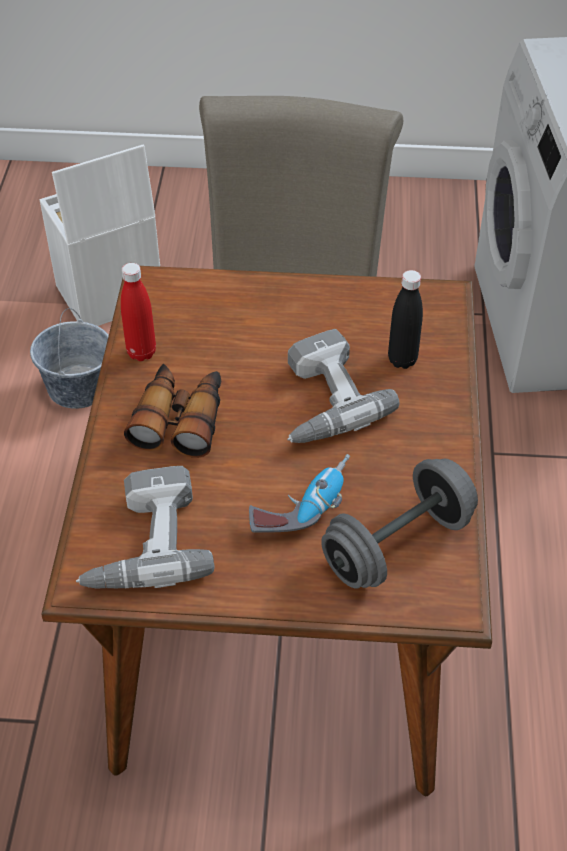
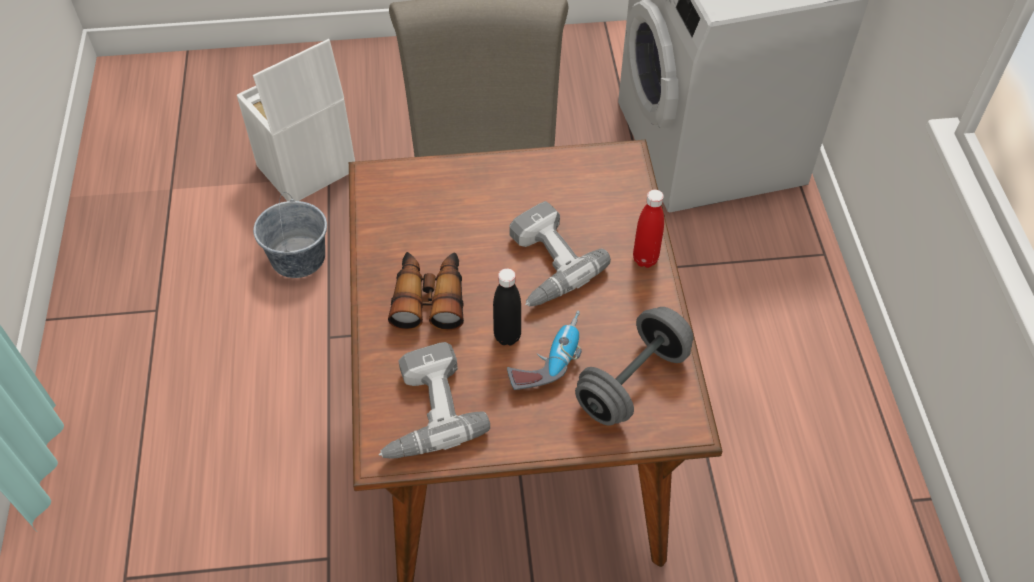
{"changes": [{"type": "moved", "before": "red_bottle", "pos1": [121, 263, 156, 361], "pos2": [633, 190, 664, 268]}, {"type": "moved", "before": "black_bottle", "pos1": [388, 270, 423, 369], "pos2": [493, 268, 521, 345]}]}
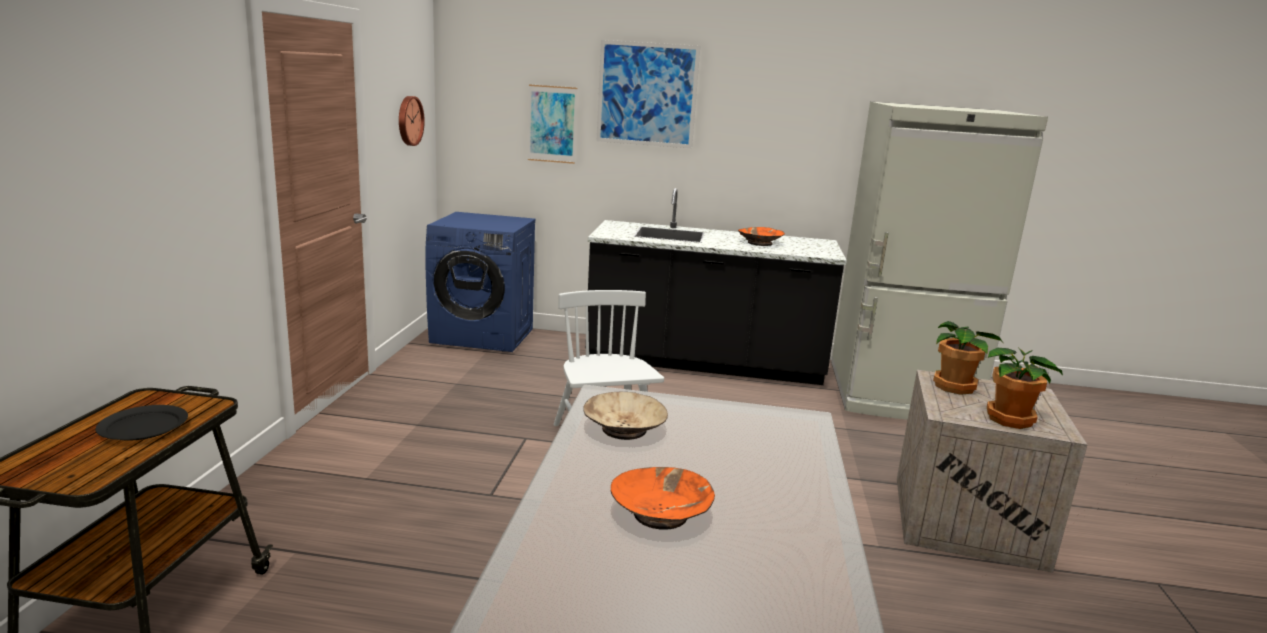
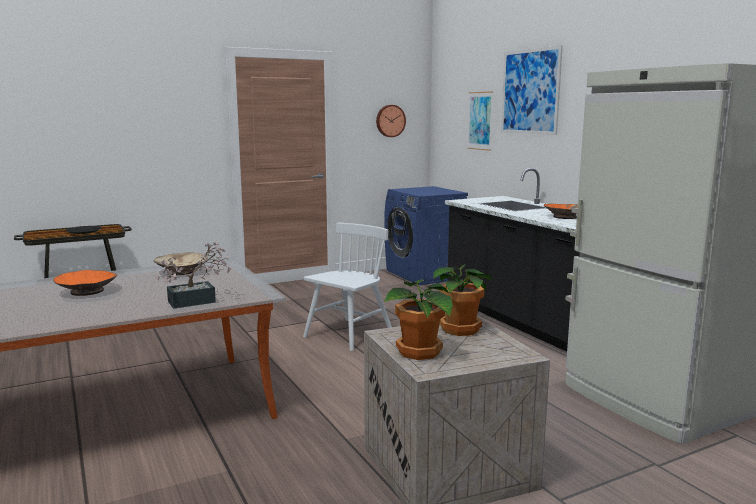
{"changes": [{"type": "added", "after": "potted_plant", "pos2": [155, 242, 231, 309]}]}
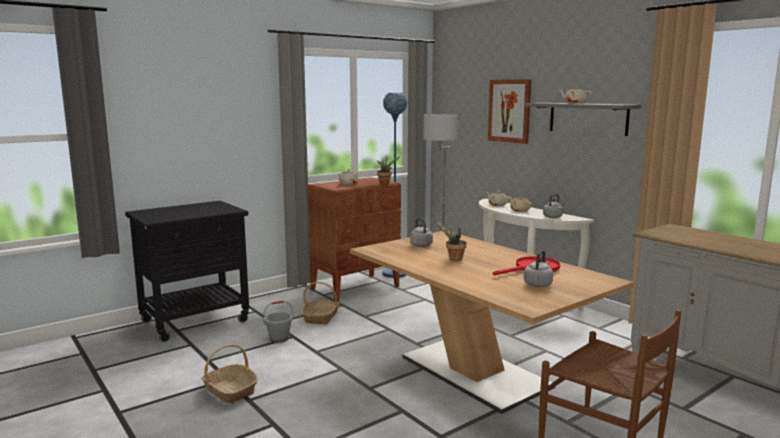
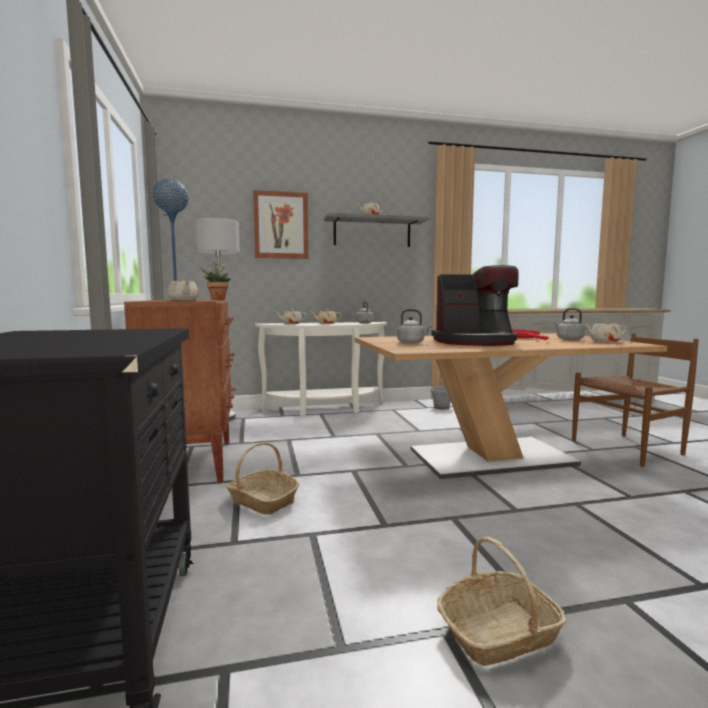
{"changes": [{"type": "added", "after": "beige_teapot", "pos2": [584, 319, 627, 342]}, {"type": "moved", "before": "grey_bucket", "pos1": [263, 300, 293, 343], "pos2": [431, 376, 451, 409]}, {"type": "replaced", "before": "potted_plant", "after": "coffee_machine", "pos1": [434, 220, 467, 261], "pos2": [431, 265, 519, 346]}]}
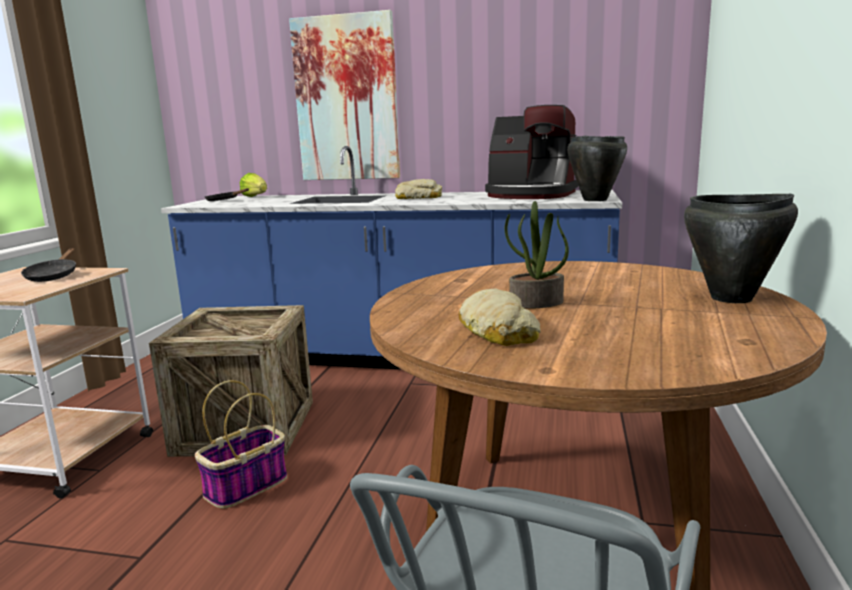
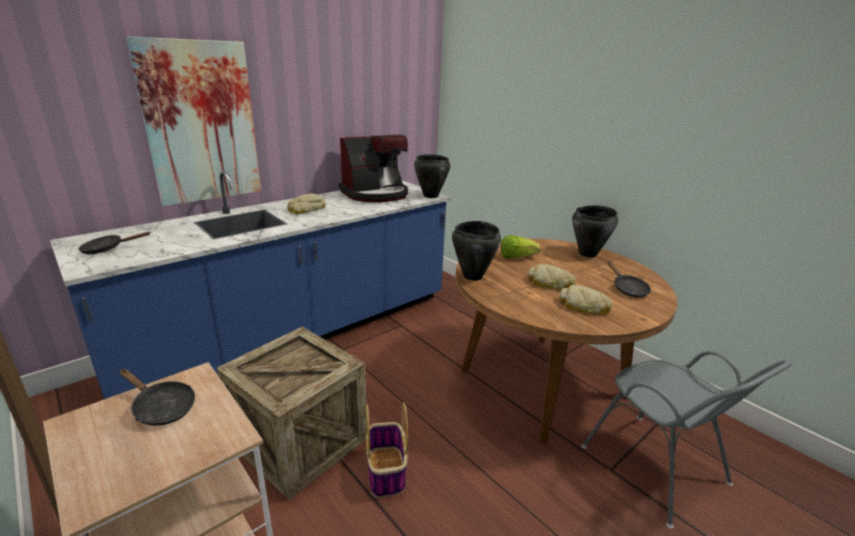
{"changes": [{"type": "added", "after": "black_cooking_pot", "pos2": [452, 221, 501, 281]}, {"type": "added", "after": "black_frying_pan", "pos2": [607, 262, 651, 298]}, {"type": "moved", "before": "lettuce", "pos1": [240, 173, 267, 197], "pos2": [501, 235, 541, 259]}, {"type": "replaced", "before": "potted_plant", "after": "bread", "pos1": [505, 201, 569, 309], "pos2": [528, 264, 575, 289]}]}
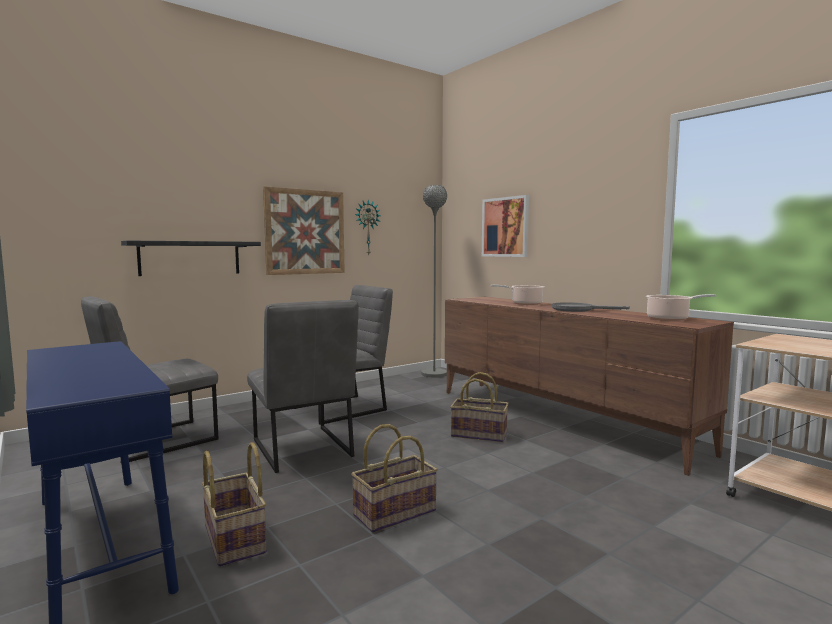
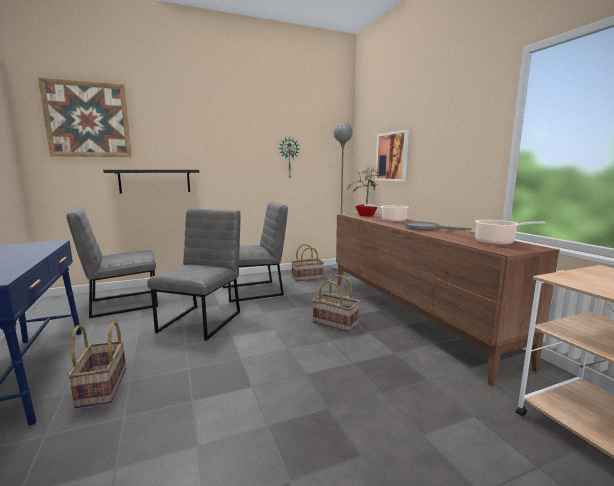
{"changes": [{"type": "added", "after": "potted_plant", "pos2": [347, 166, 383, 217]}, {"type": "moved", "before": "picture", "pos1": [263, 186, 345, 275], "pos2": [38, 78, 132, 157]}, {"type": "moved", "before": "basket", "pos1": [351, 424, 438, 533], "pos2": [291, 244, 324, 282]}, {"type": "turned", "before": "grey_chair", "pos1": [247, 300, 359, 473], "pos2": [147, 209, 240, 341], "turn": -150}]}
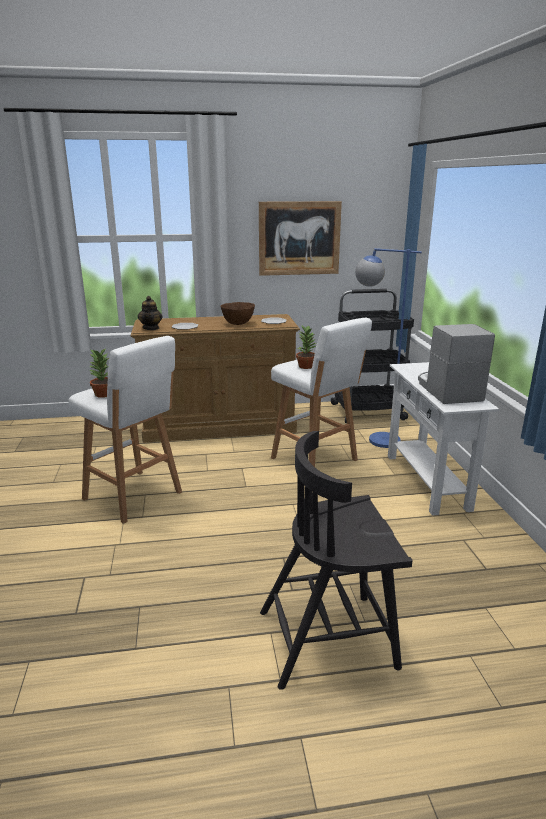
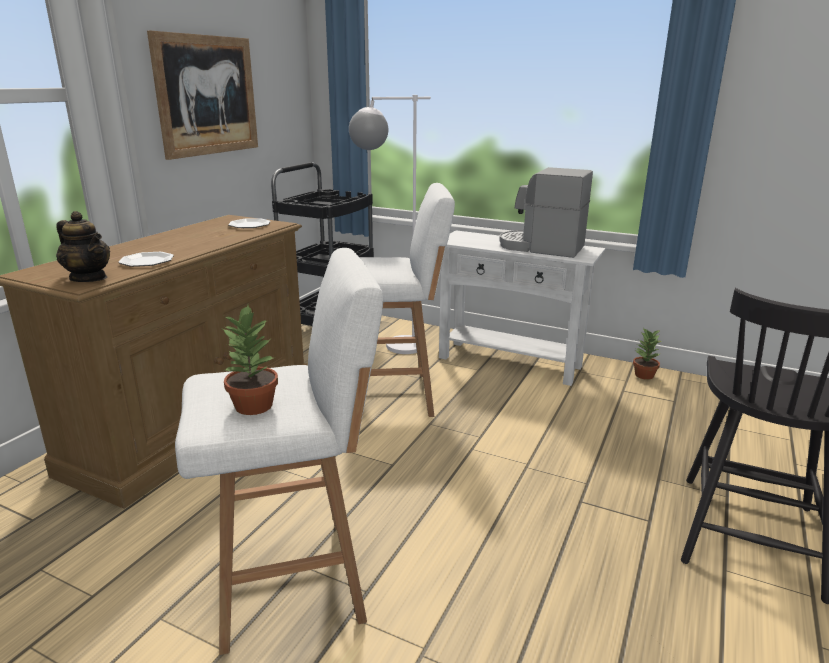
{"changes": [{"type": "removed", "before": "brown_bowl", "pos1": [220, 302, 255, 325]}, {"type": "moved", "before": "potted_plant", "pos1": [296, 325, 316, 369], "pos2": [633, 328, 662, 380]}, {"type": "recoloured", "before": "blue_floor_lamp", "after": "white_floor_lamp", "pos1": [355, 248, 422, 448], "pos2": [349, 95, 431, 354]}]}
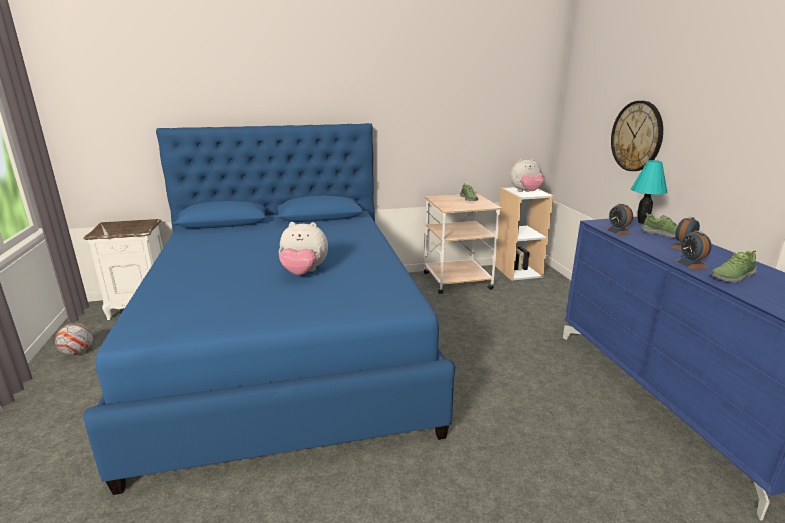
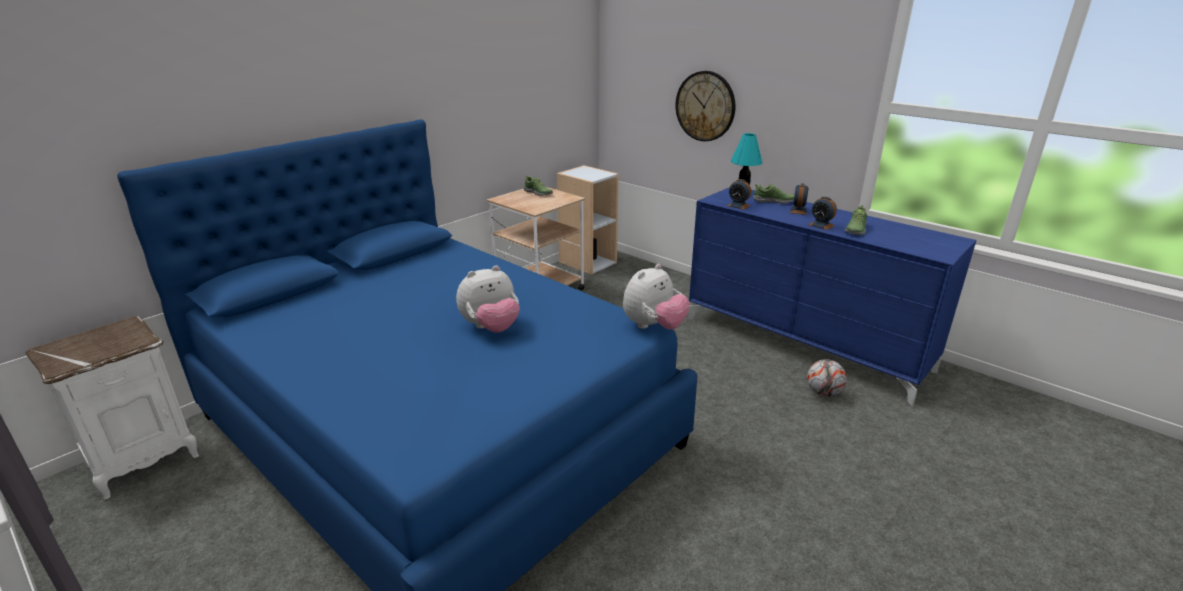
{"changes": [{"type": "moved", "before": "football", "pos1": [55, 323, 93, 355], "pos2": [807, 359, 847, 397]}, {"type": "moved", "before": "plush_toy", "pos1": [510, 158, 544, 192], "pos2": [623, 264, 690, 330]}]}
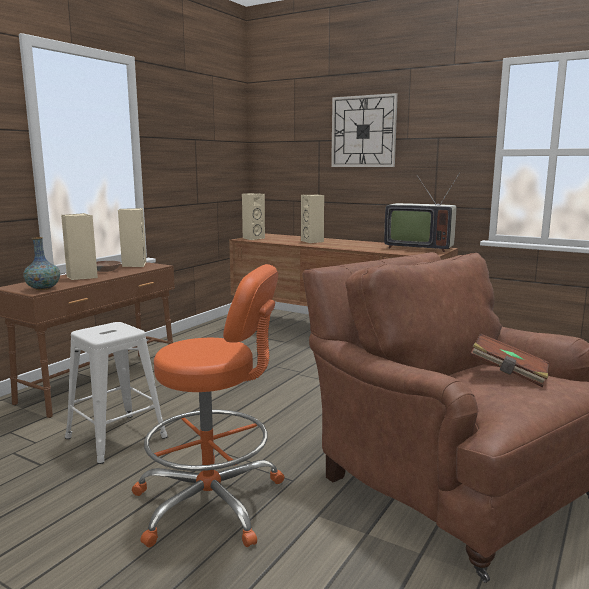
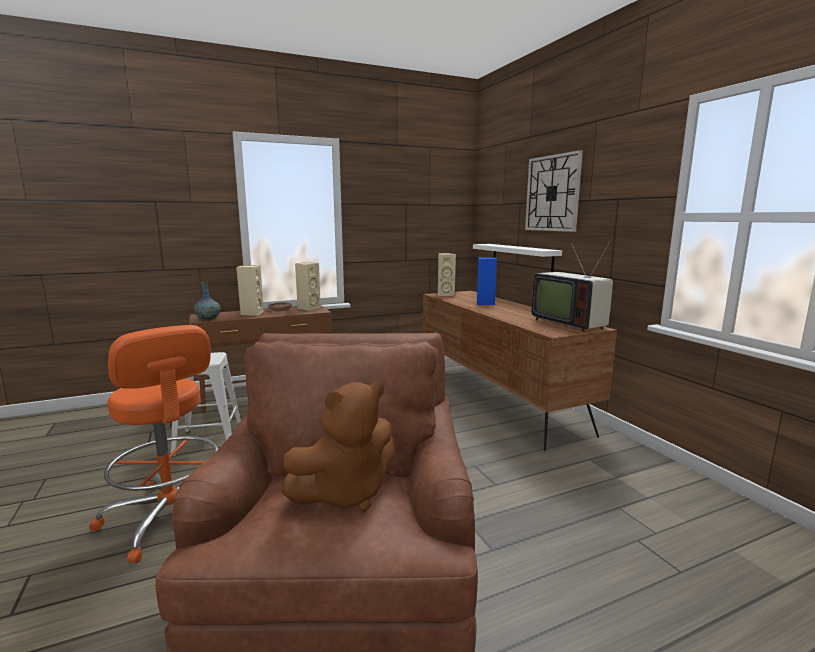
{"changes": [{"type": "added", "after": "white_shelf", "pos2": [473, 244, 562, 272]}, {"type": "replaced", "before": "brown_book", "after": "brown_plush_toy", "pos1": [470, 333, 549, 387], "pos2": [281, 382, 395, 512]}, {"type": "recoloured", "before": "beige_speaker", "after": "blue_speaker", "pos1": [301, 195, 324, 243], "pos2": [477, 257, 497, 305]}]}
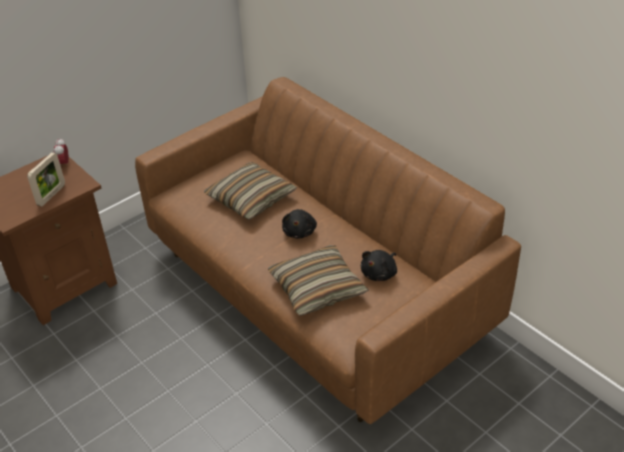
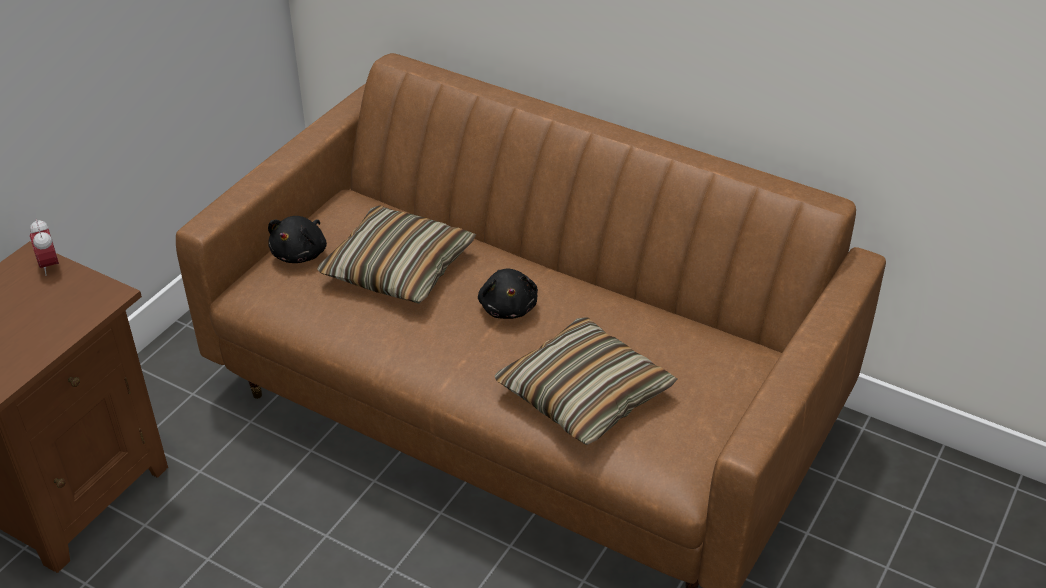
{"changes": [{"type": "removed", "before": "picture_frame", "pos1": [27, 153, 65, 206]}, {"type": "moved", "before": "black_plush_toy", "pos1": [361, 250, 397, 281], "pos2": [268, 216, 327, 263]}]}
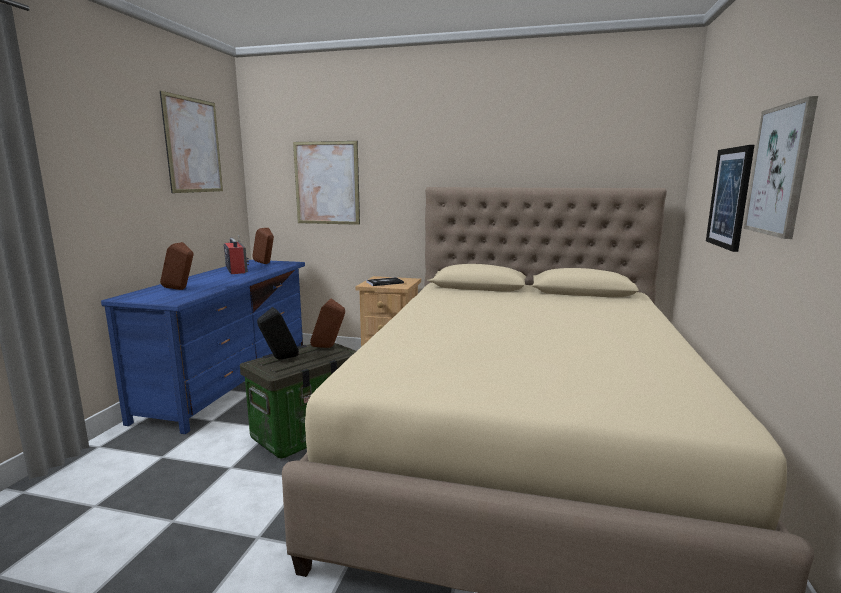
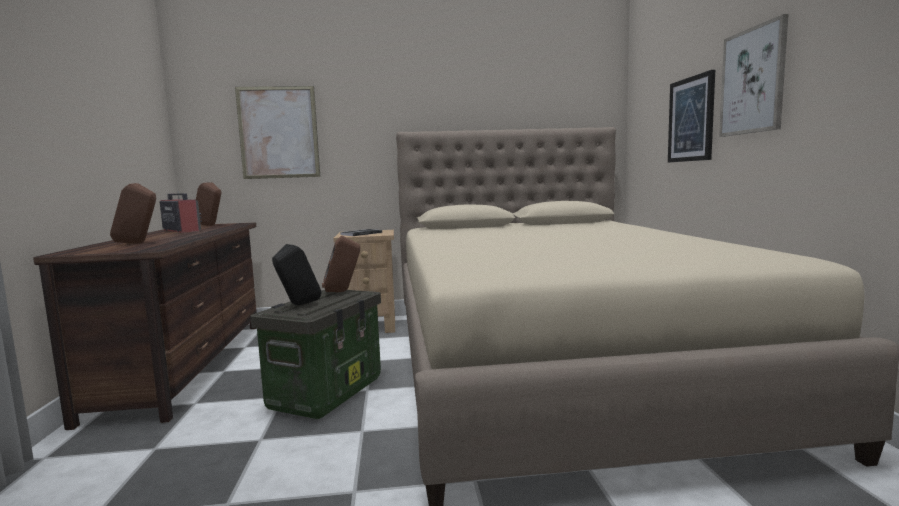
{"changes": [{"type": "removed", "before": "picture", "pos1": [160, 91, 223, 193]}, {"type": "recoloured", "before": "blue_dresser", "after": "brown_dresser", "pos1": [101, 260, 305, 434], "pos2": [33, 222, 257, 430]}]}
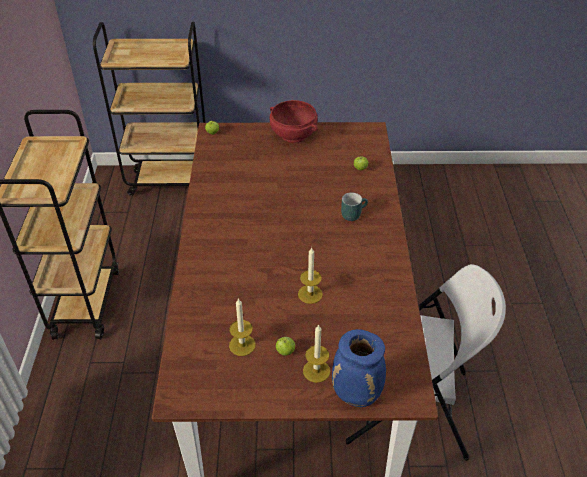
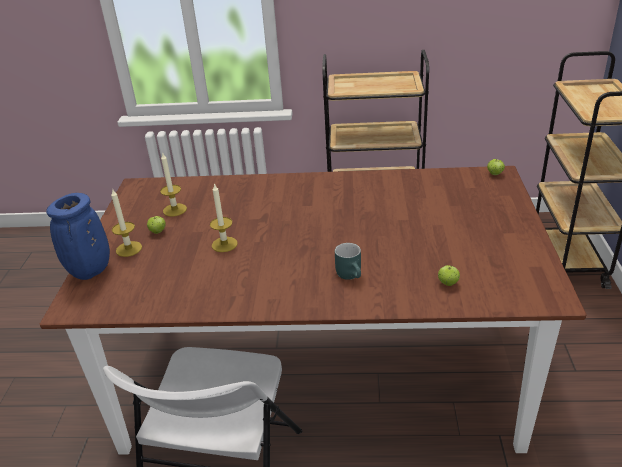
{"changes": [{"type": "removed", "before": "red_bowl", "pos1": [270, 100, 318, 143]}]}
